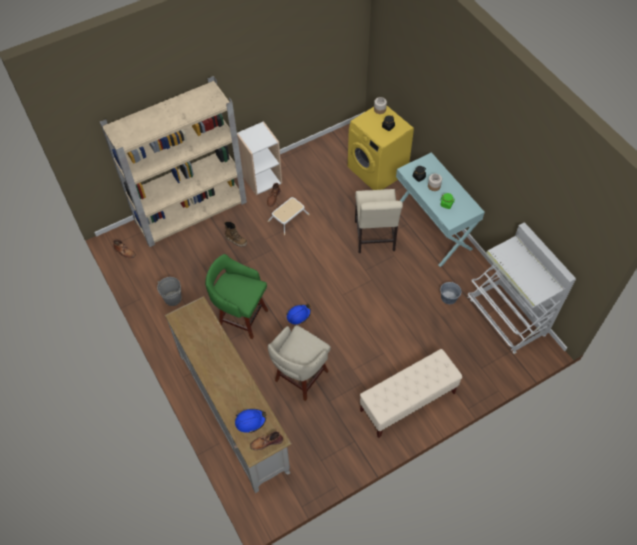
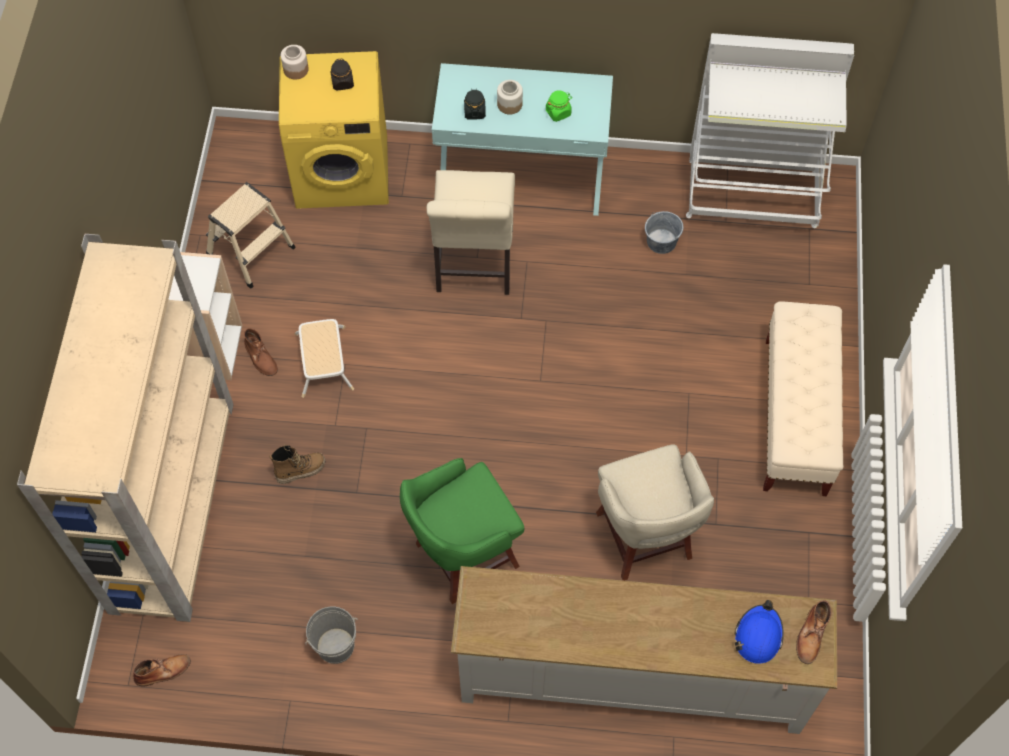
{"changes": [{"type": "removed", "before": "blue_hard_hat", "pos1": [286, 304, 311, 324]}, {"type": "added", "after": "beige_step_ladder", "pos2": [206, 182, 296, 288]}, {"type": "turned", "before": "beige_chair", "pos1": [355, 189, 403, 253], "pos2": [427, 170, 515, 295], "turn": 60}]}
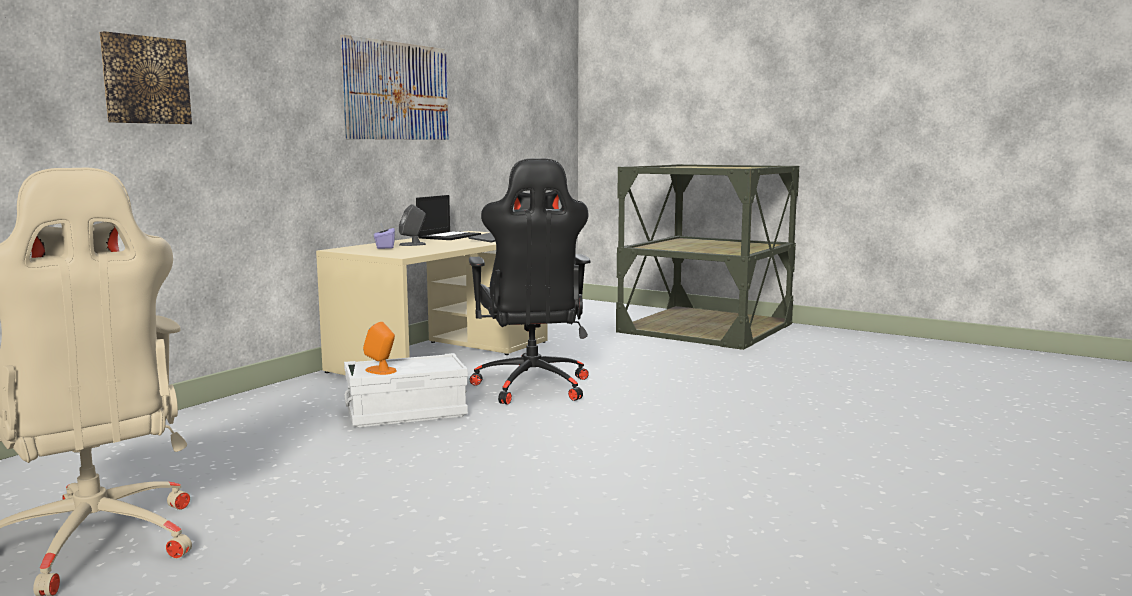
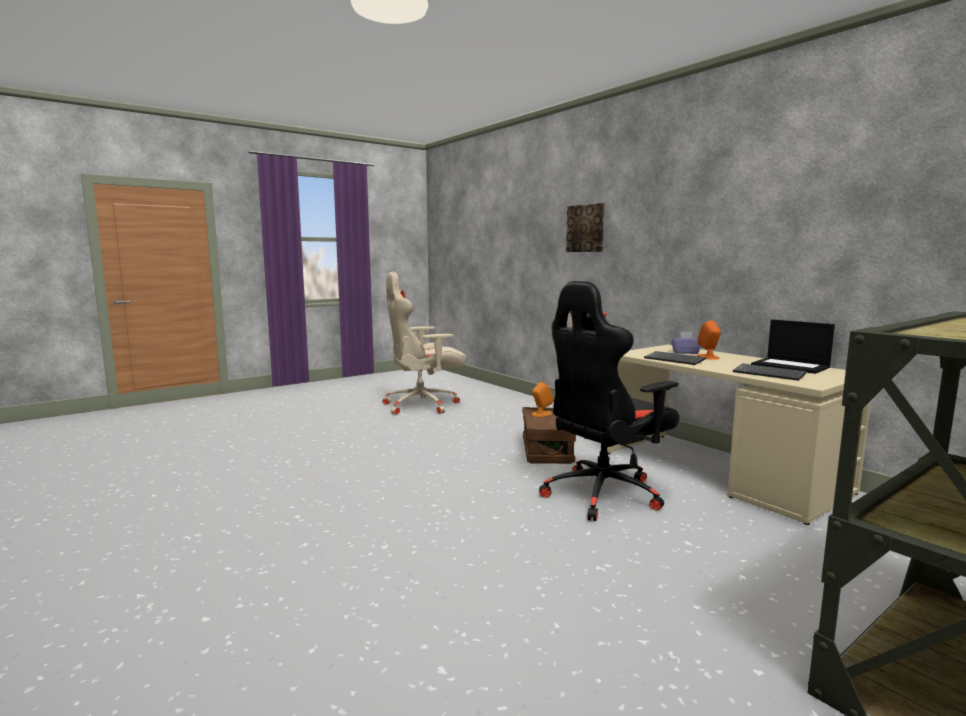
{"changes": [{"type": "removed", "before": "picture", "pos1": [340, 35, 449, 140]}, {"type": "added", "after": "keyboard", "pos2": [644, 351, 706, 365]}, {"type": "recoloured", "before": "white_storage_box", "after": "brown_storage_box", "pos1": [344, 353, 468, 427], "pos2": [522, 407, 576, 464]}, {"type": "recoloured", "before": "grey_speaker", "after": "orange_speaker", "pos1": [399, 204, 426, 246], "pos2": [697, 321, 721, 360]}, {"type": "turned", "before": "black_office_chair", "pos1": [469, 159, 590, 405], "pos2": [539, 281, 679, 521], "turn": -45}]}
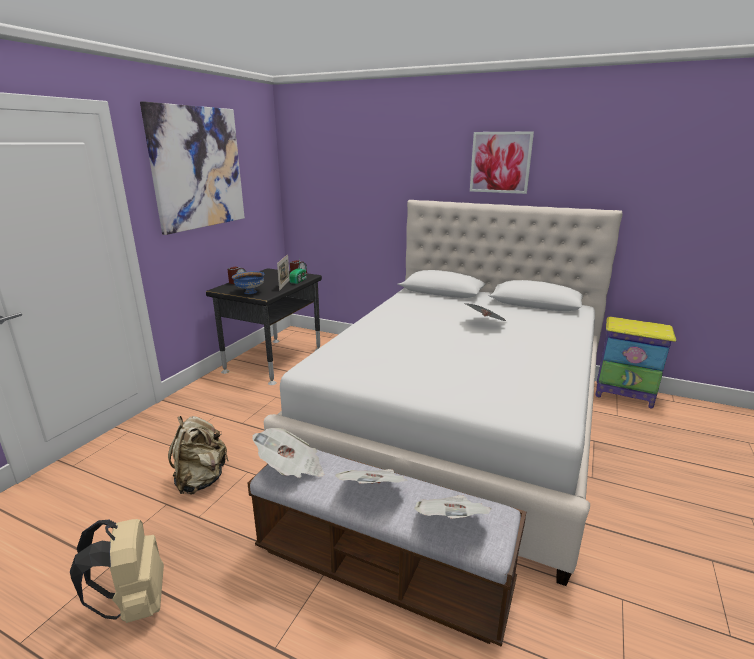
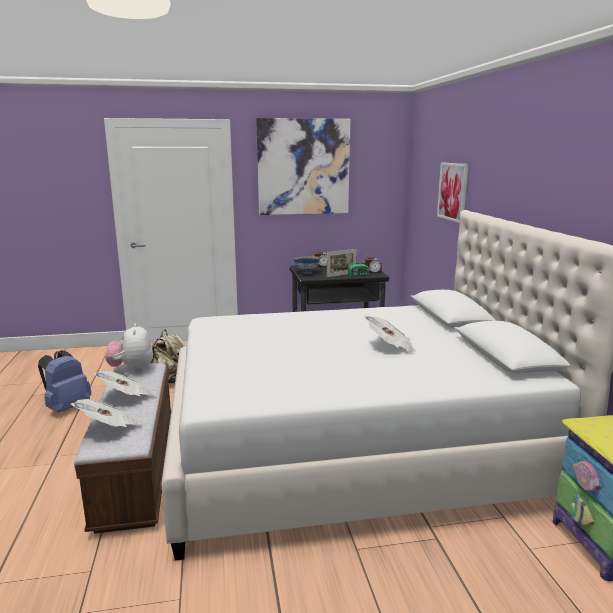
{"changes": [{"type": "moved", "before": "picture", "pos1": [470, 131, 534, 194], "pos2": [437, 163, 468, 223]}, {"type": "replaced", "before": "newspaper", "after": "plush_toy", "pos1": [252, 428, 324, 478], "pos2": [105, 323, 153, 372]}, {"type": "recoloured", "before": "beige_backpack", "after": "blue_backpack", "pos1": [70, 519, 164, 623], "pos2": [38, 350, 92, 412]}]}
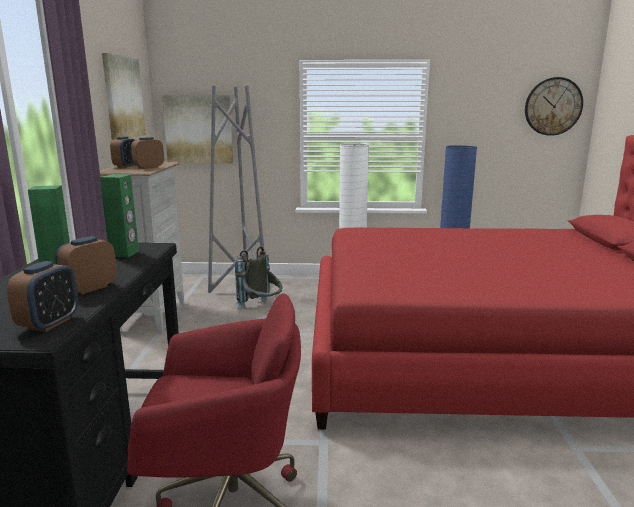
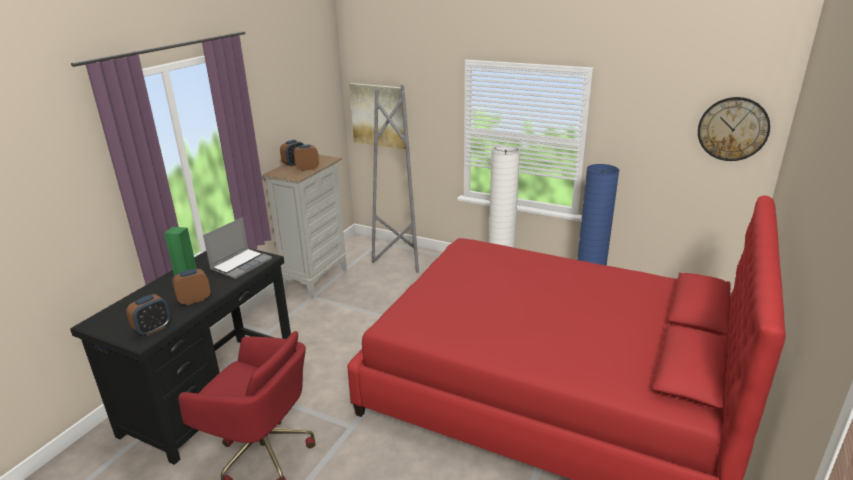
{"changes": [{"type": "removed", "before": "picture", "pos1": [102, 53, 146, 140]}, {"type": "removed", "before": "grey_backpack", "pos1": [235, 247, 283, 308]}, {"type": "replaced", "before": "green_speaker", "after": "laptop", "pos1": [100, 174, 139, 258], "pos2": [203, 217, 272, 279]}]}
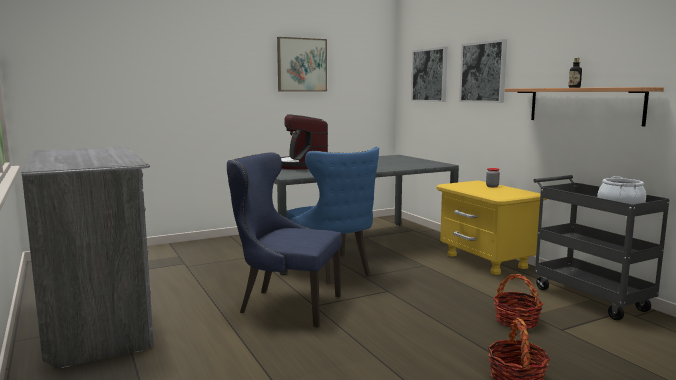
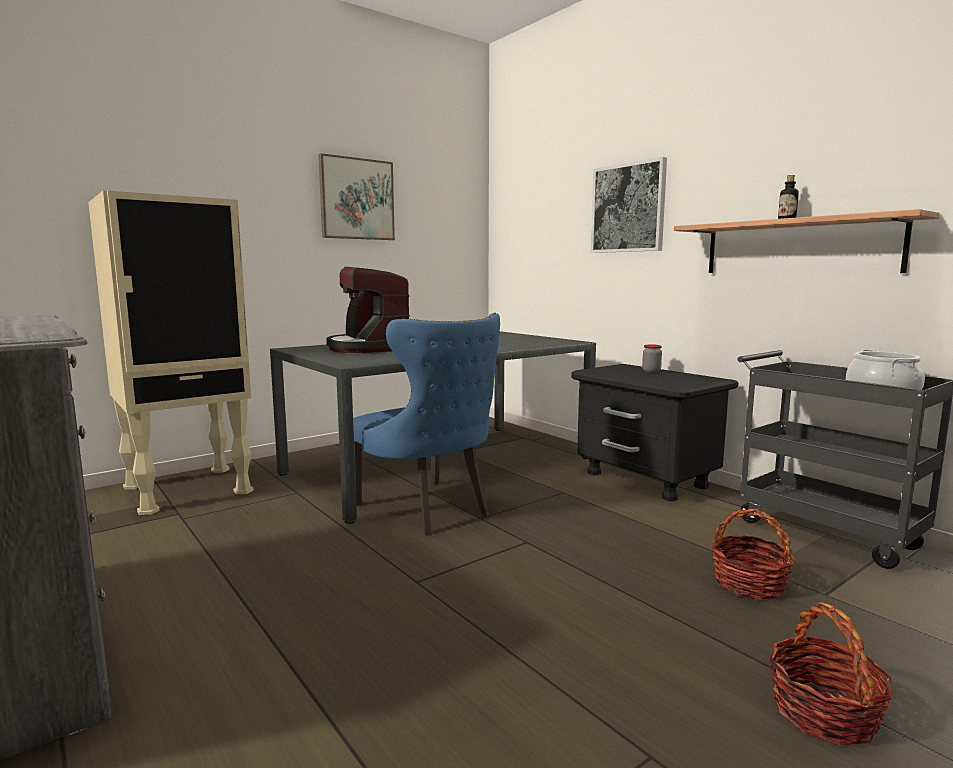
{"changes": [{"type": "removed", "before": "blue_chair", "pos1": [227, 152, 342, 327]}, {"type": "removed", "before": "picture", "pos1": [411, 47, 448, 102]}, {"type": "added", "after": "beige_cabinet", "pos2": [88, 191, 254, 515]}, {"type": "recoloured", "before": "yellow_nightstand", "after": "black_nightstand", "pos1": [436, 181, 547, 275], "pos2": [571, 364, 739, 501]}]}
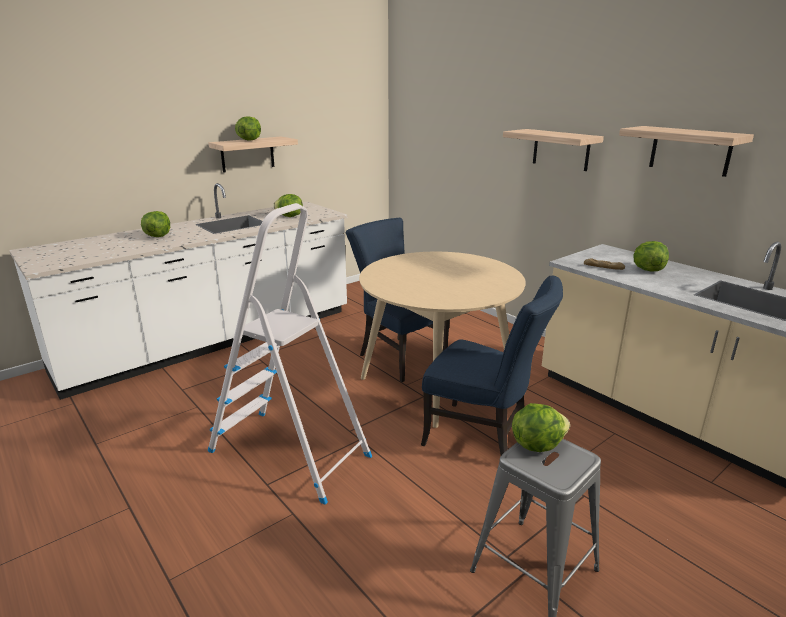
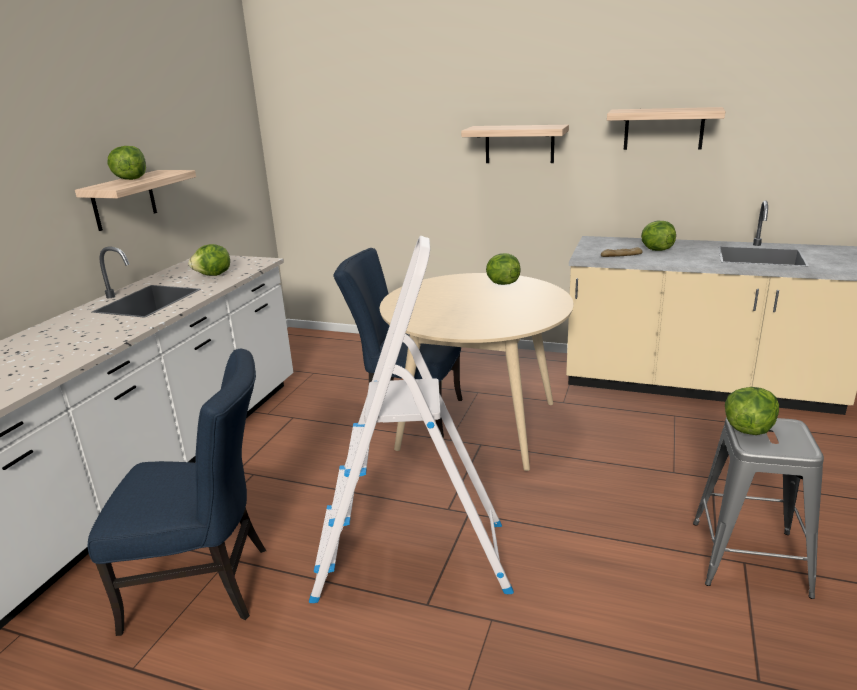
{"changes": [{"type": "moved", "before": "lettuce", "pos1": [141, 211, 170, 237], "pos2": [486, 253, 521, 285]}, {"type": "moved", "before": "blue_chair", "pos1": [421, 276, 563, 455], "pos2": [87, 349, 266, 636]}]}
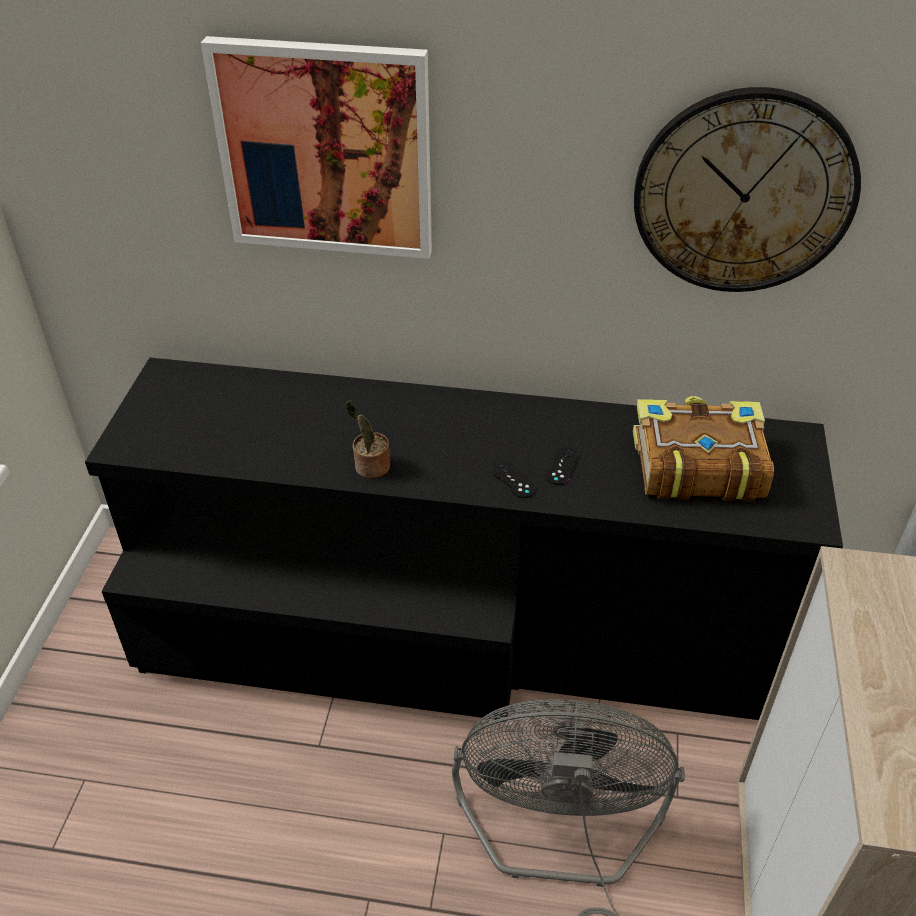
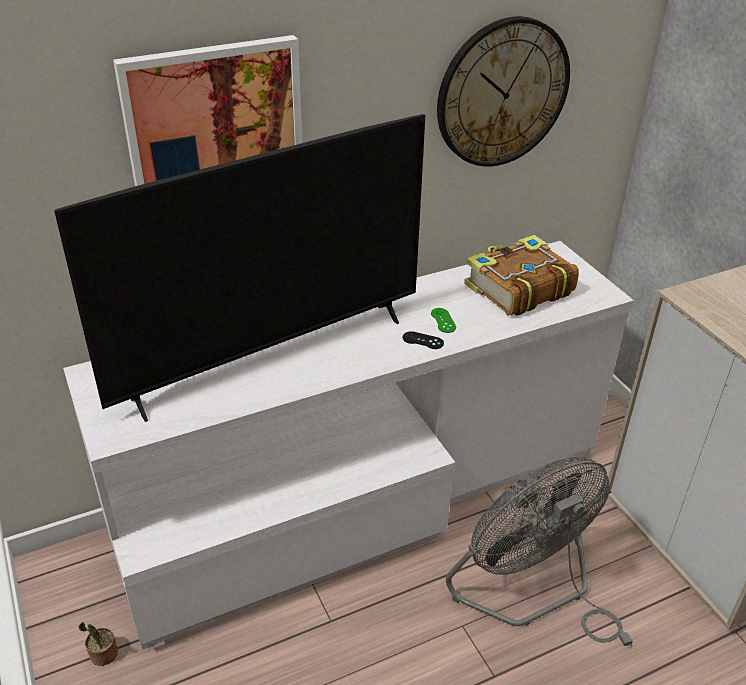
{"changes": [{"type": "added", "after": "television", "pos2": [54, 114, 425, 422]}, {"type": "moved", "before": "potted_plant", "pos1": [346, 400, 390, 479], "pos2": [79, 622, 118, 666]}, {"type": "recoloured", "before": "black_tv_stand", "after": "white_tv_stand", "pos1": [85, 358, 843, 722], "pos2": [63, 241, 634, 650]}, {"type": "recoloured", "before": "black_game_controller", "after": "green_game_controller", "pos1": [546, 447, 578, 485], "pos2": [431, 308, 456, 333]}]}
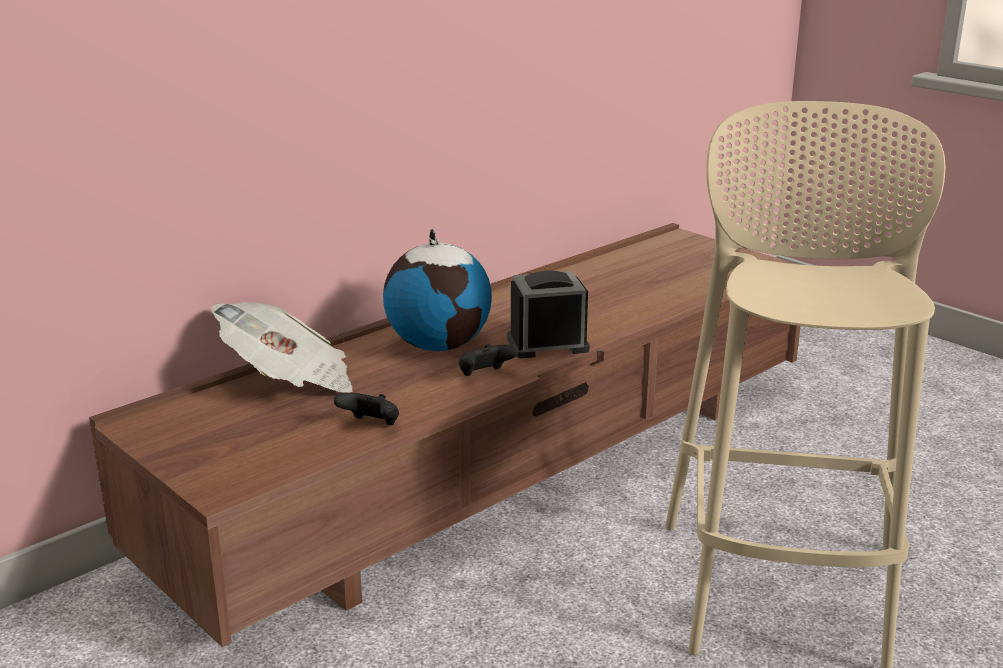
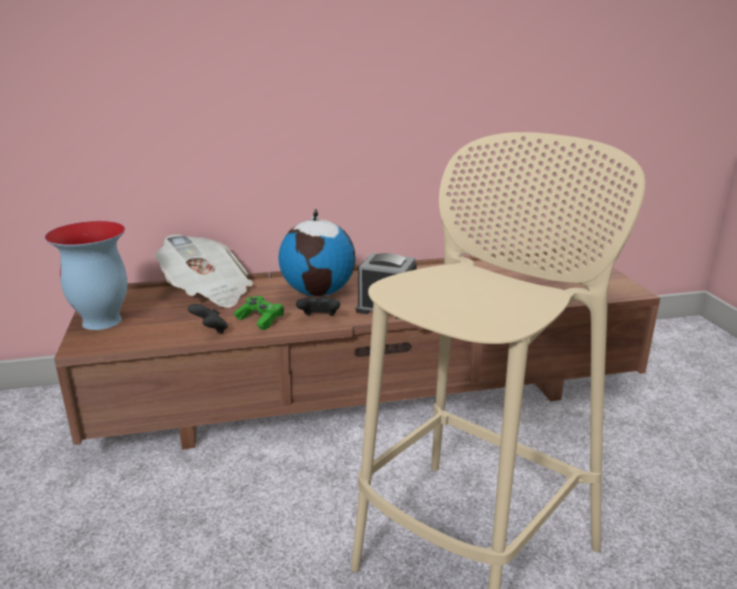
{"changes": [{"type": "added", "after": "vase", "pos2": [44, 221, 127, 330]}, {"type": "added", "after": "green_game_controller", "pos2": [234, 296, 284, 330]}]}
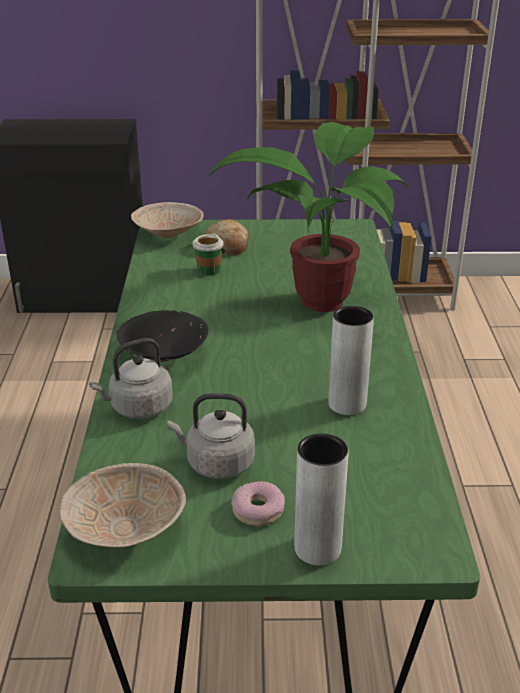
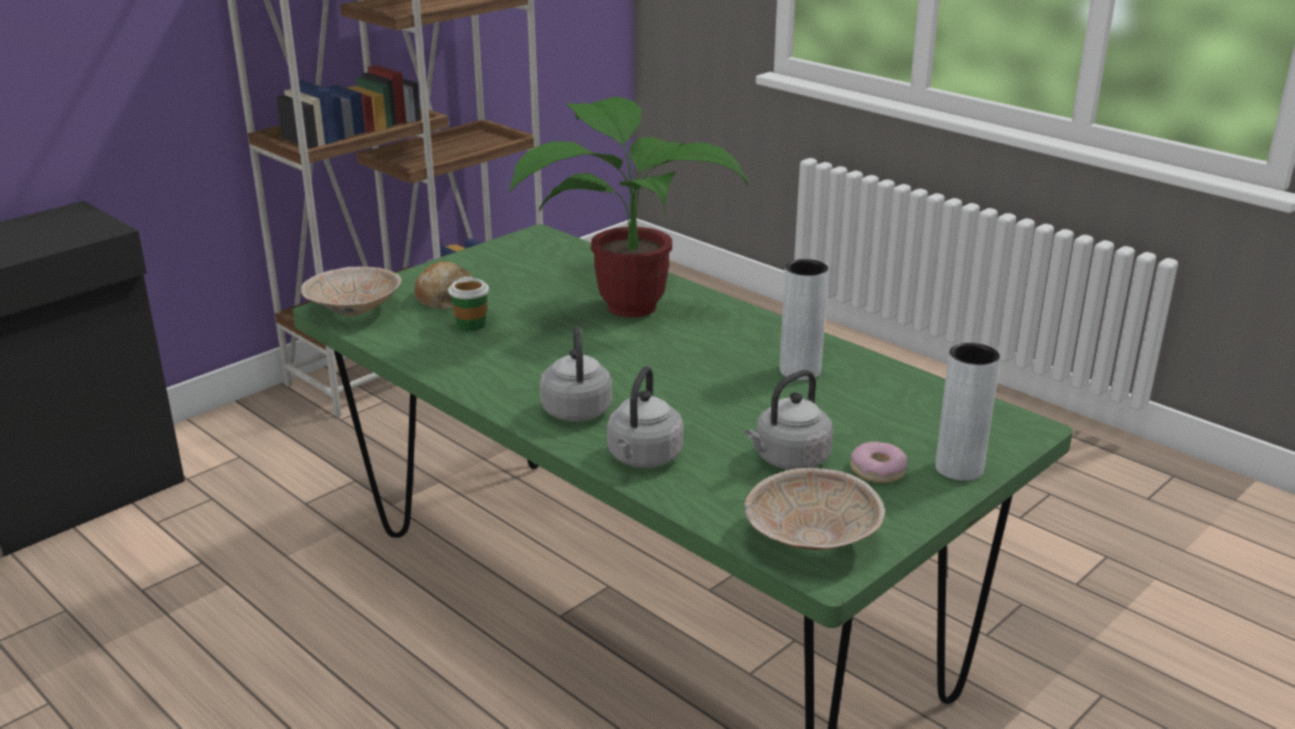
{"changes": [{"type": "replaced", "before": "black_bowl", "after": "grey_kettle", "pos1": [116, 310, 208, 362], "pos2": [540, 326, 612, 422]}]}
